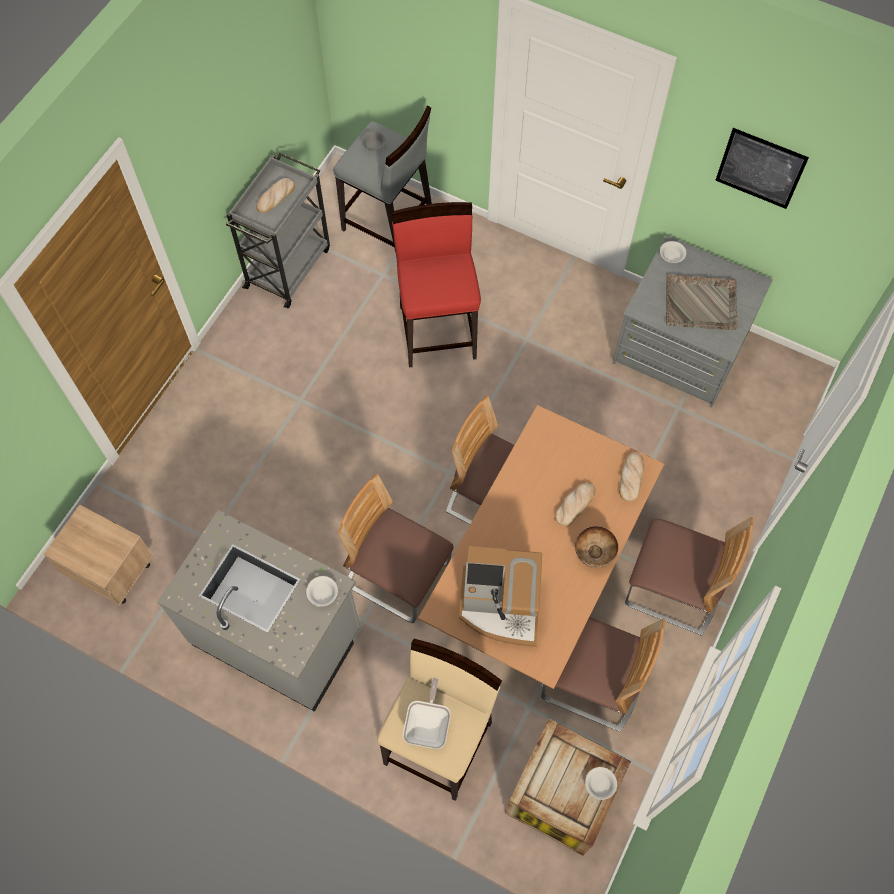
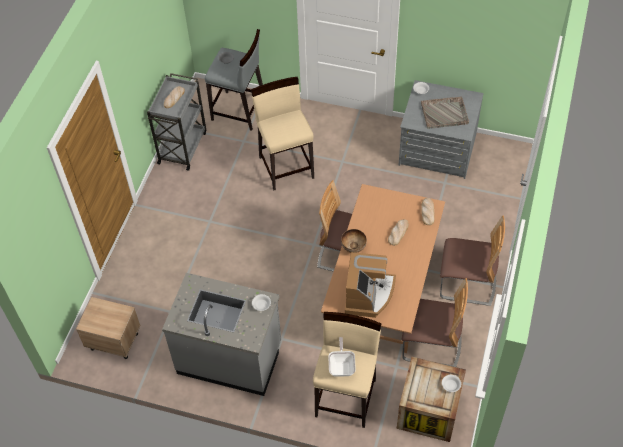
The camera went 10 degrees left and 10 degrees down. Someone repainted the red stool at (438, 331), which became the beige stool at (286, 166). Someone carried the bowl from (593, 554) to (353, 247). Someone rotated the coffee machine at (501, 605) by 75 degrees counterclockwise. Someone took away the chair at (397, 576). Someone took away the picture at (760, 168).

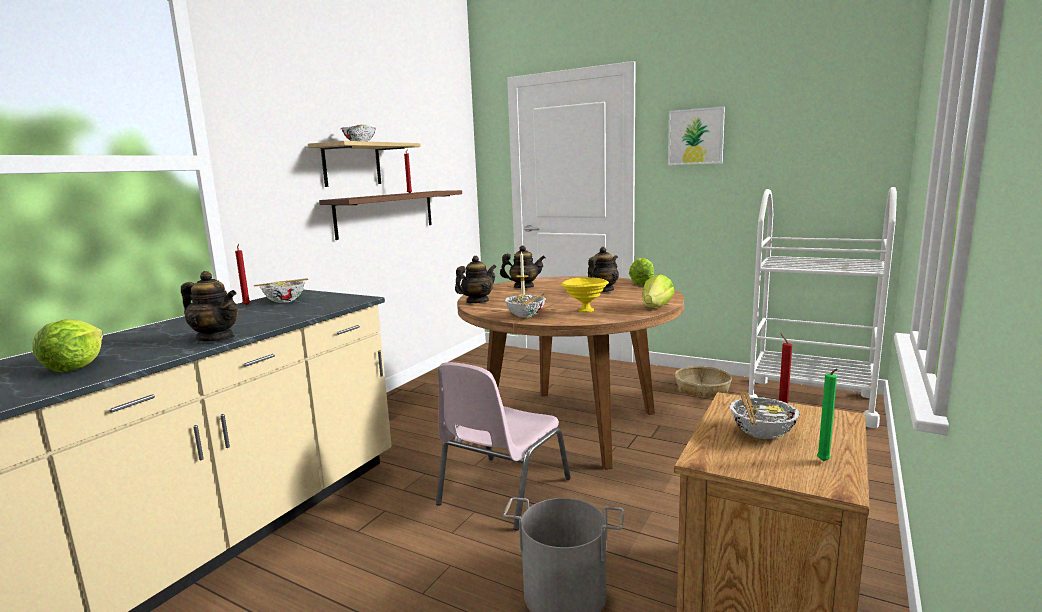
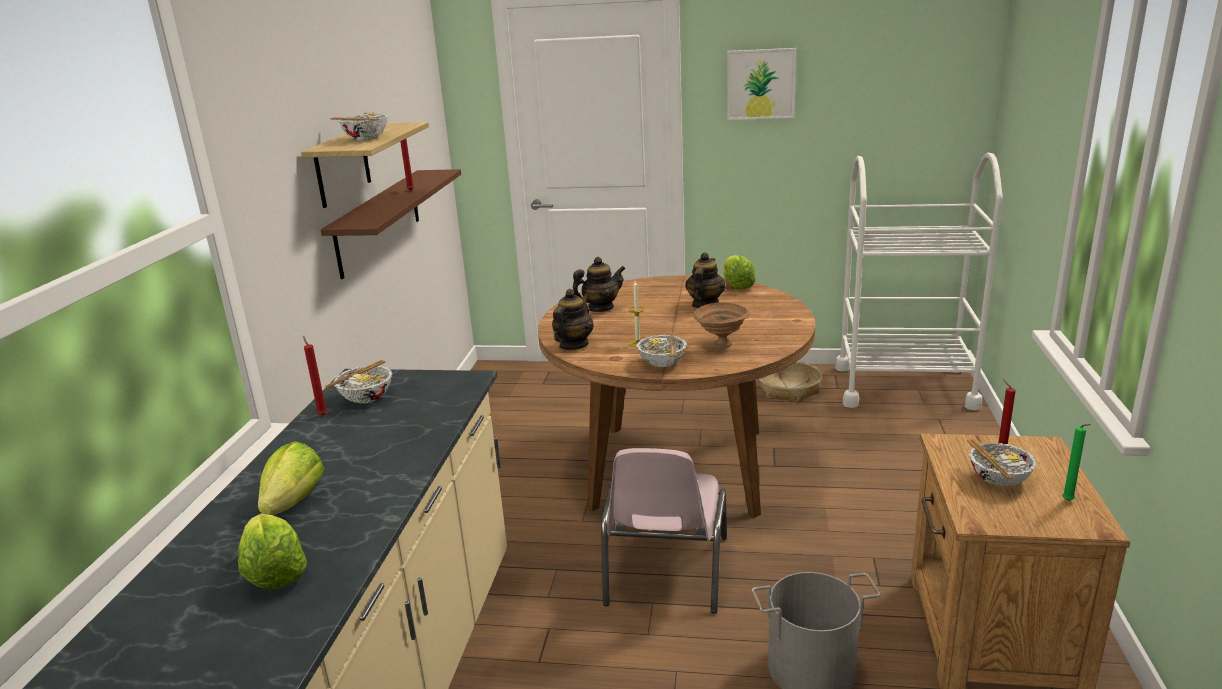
The camera went 20 degrees left and 10 degrees up. Someone carried the lettuce from (656, 307) to (294, 502). Someone repainted the yellow bowl at (584, 310), which became the brown bowl at (721, 345). Someone took away the teapot at (216, 338).

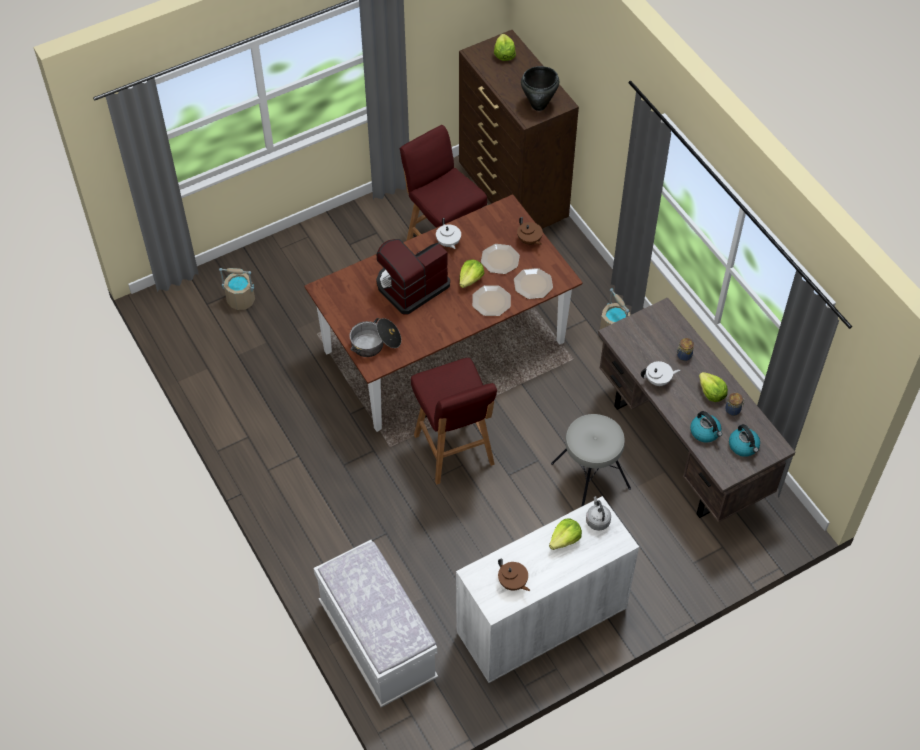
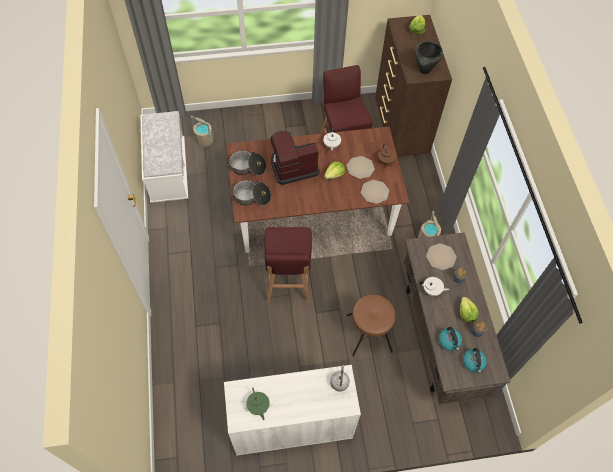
The camera went 20 degrees right and 5 degrees up. Someone carried the white bench from (377, 642) to (168, 171). Someone put down the cooking pot at (247, 168). Someone repainted the brown teapot at (512, 583), which became the green teapot at (258, 406). Someone repainted the grey stool at (590, 476), which became the brown stool at (368, 333). Someone carried the plate from (491, 301) to (440, 256). Someone took away the lettuce at (565, 540).

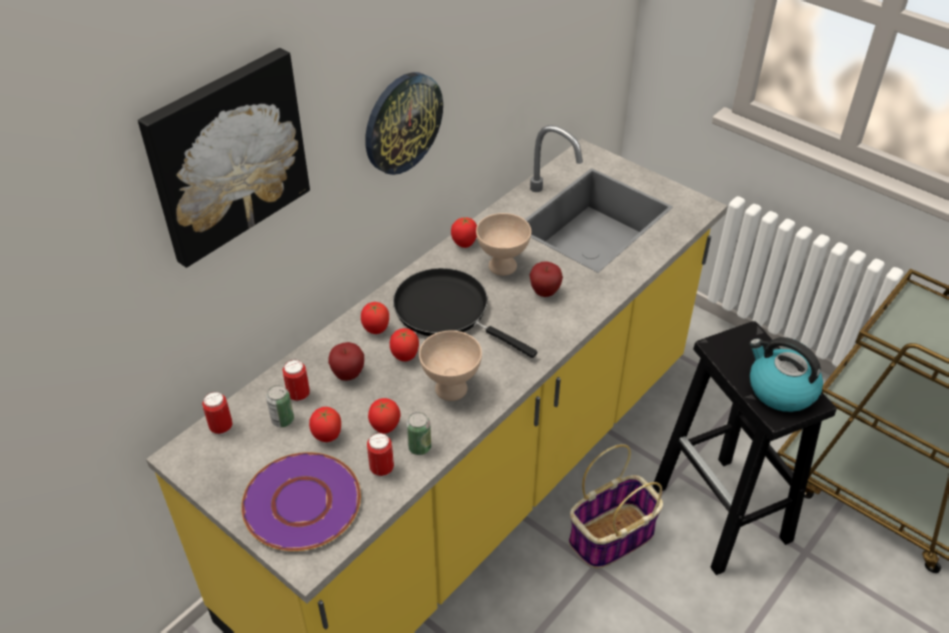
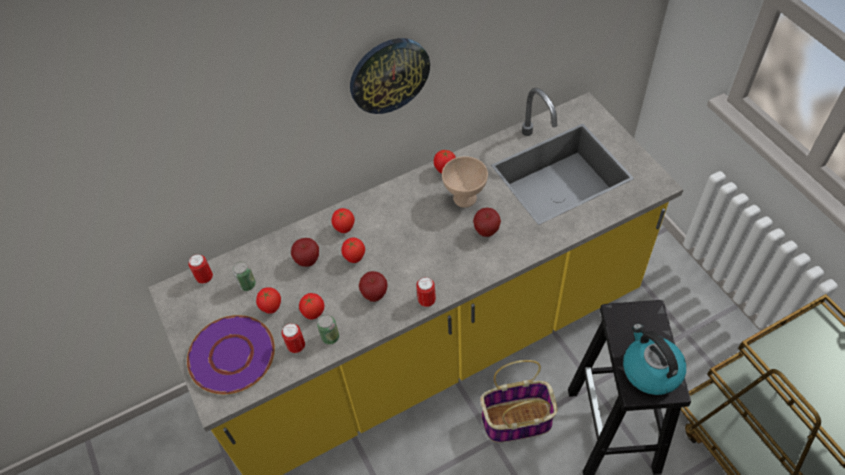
The camera went 25 degrees right and 10 degrees up. Someone swapped the beige bowl at (450, 388) for the apple at (374, 295). Someone carried the can from (299, 395) to (426, 301). Someone took away the picture at (226, 155). Someone took away the black frying pan at (447, 311).

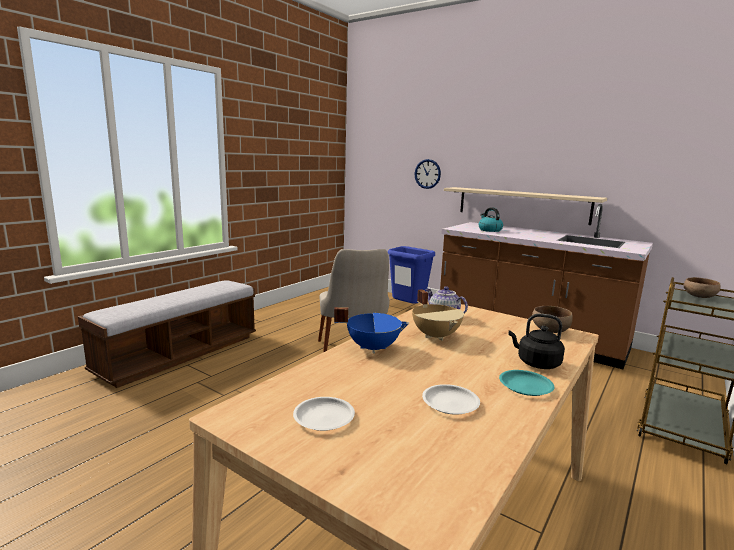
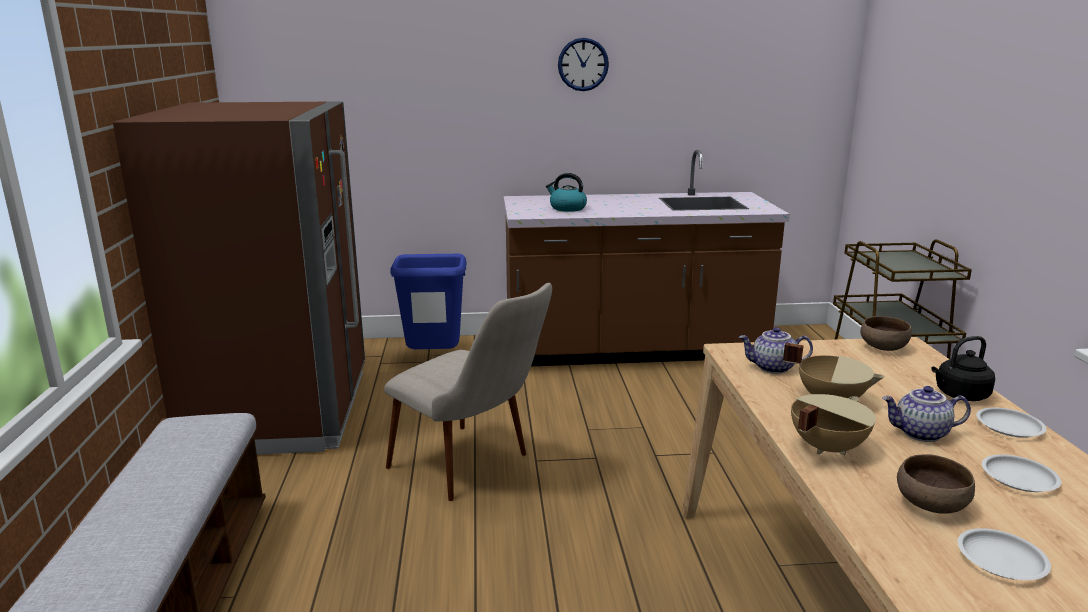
The camera went 40 degrees left and 5 degrees up. Someone put down the brown fridge at (281, 412). Someone carried the wall clock from (427, 174) to (583, 64). Someone repainted the blue cooking pot at (372, 347), which became the beige cooking pot at (825, 447). Someone put down the teapot at (921, 434). Someone carried the brown bowl from (699, 297) to (931, 506). Someone repainted the turquoise plate at (525, 386), which became the white plate at (1009, 427). Someone took away the beige shelf at (522, 205).

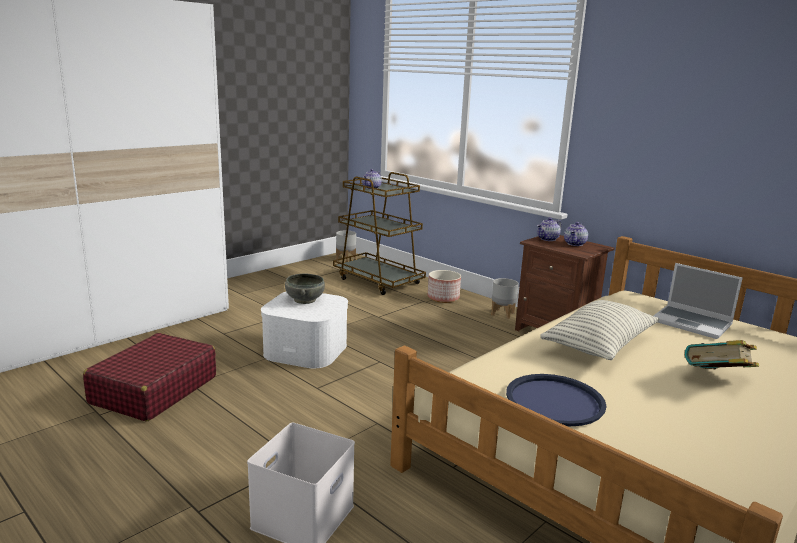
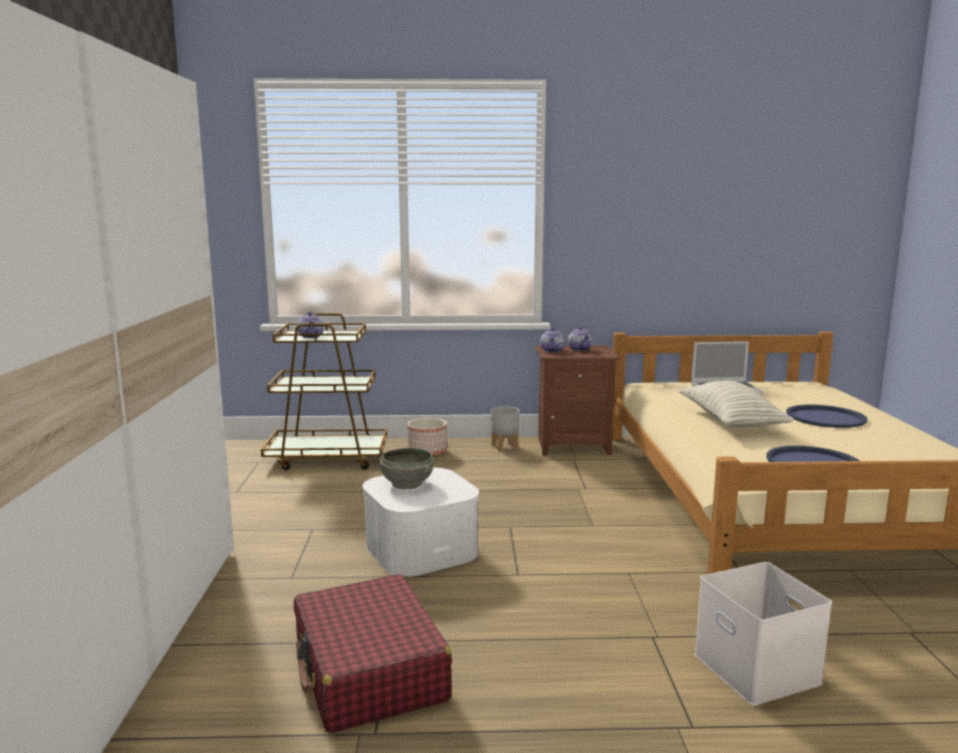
The camera went 45 degrees left and 5 degrees down. Someone swapped the book at (716, 380) for the blue tray at (825, 417). Someone took away the grey planter at (346, 259).

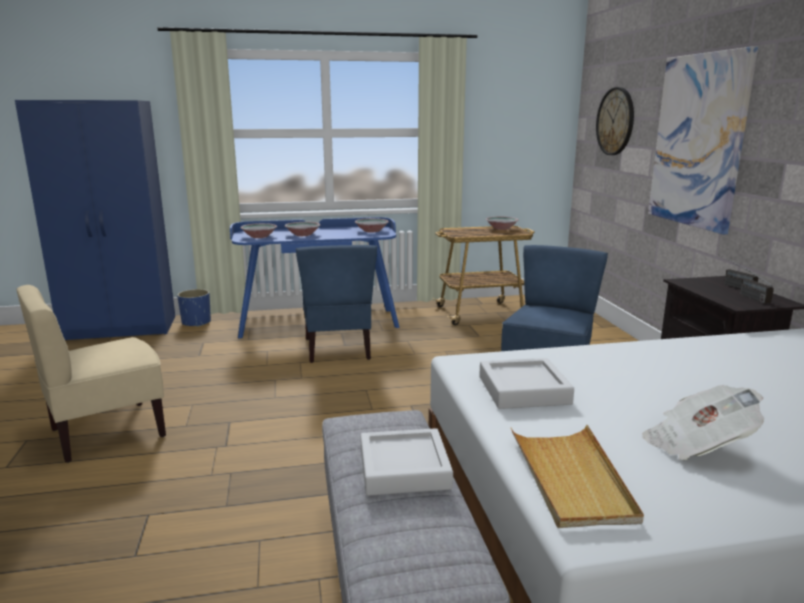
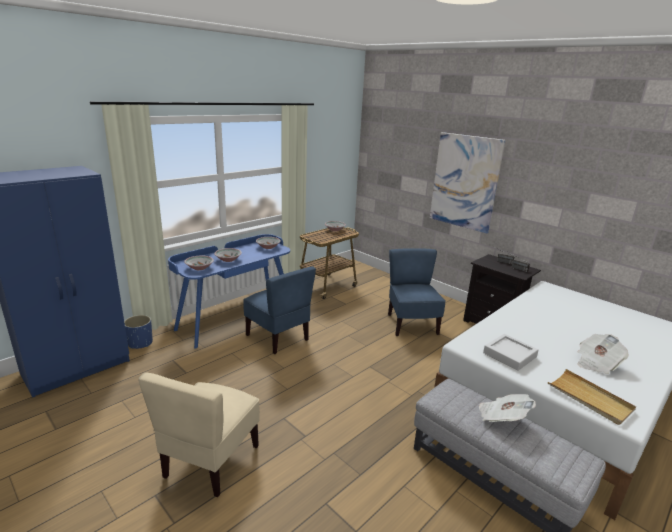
The camera went 35 degrees left and 5 degrees up. Someone swapped the grey tray at (404, 468) for the newspaper at (502, 417). Someone took away the wall clock at (615, 121).

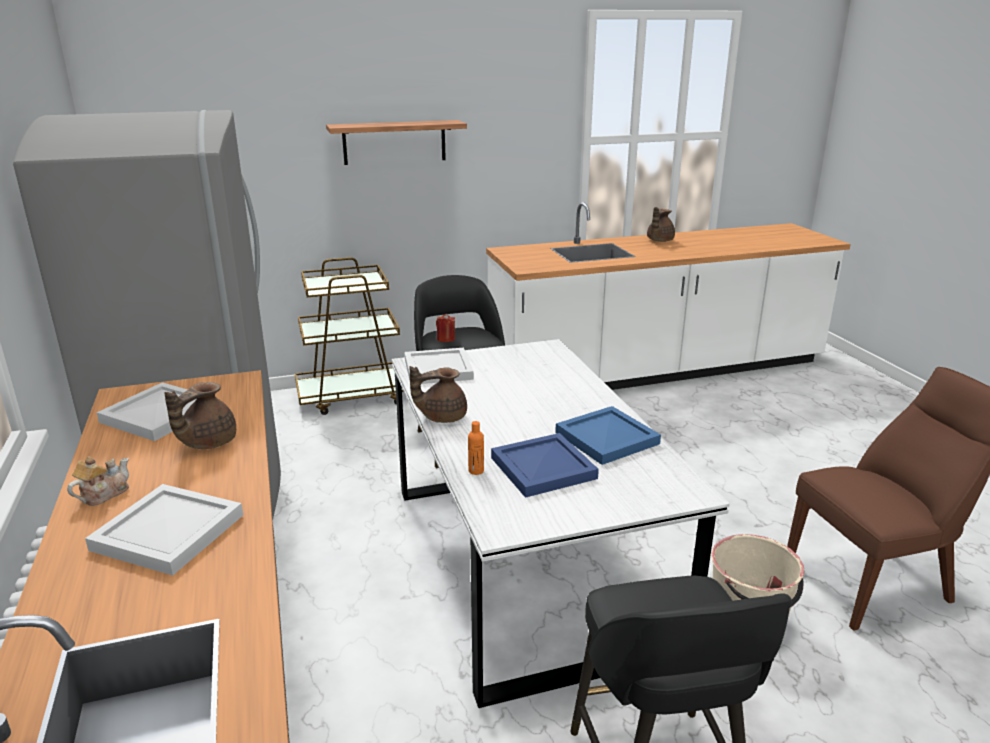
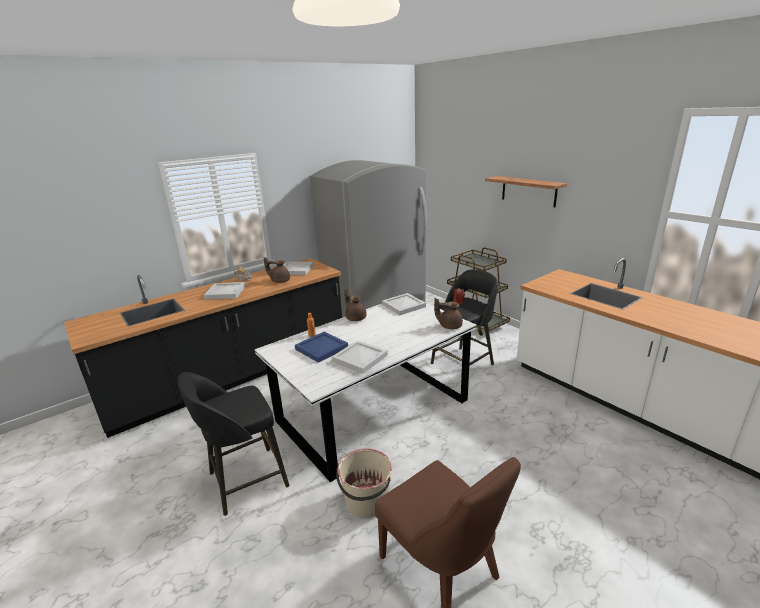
The camera went 70 degrees right and 0 degrees up. Someone repainted the blue tray at (606, 439), which became the white tray at (359, 358). Someone carried the brown teapot from (659, 240) to (449, 326).

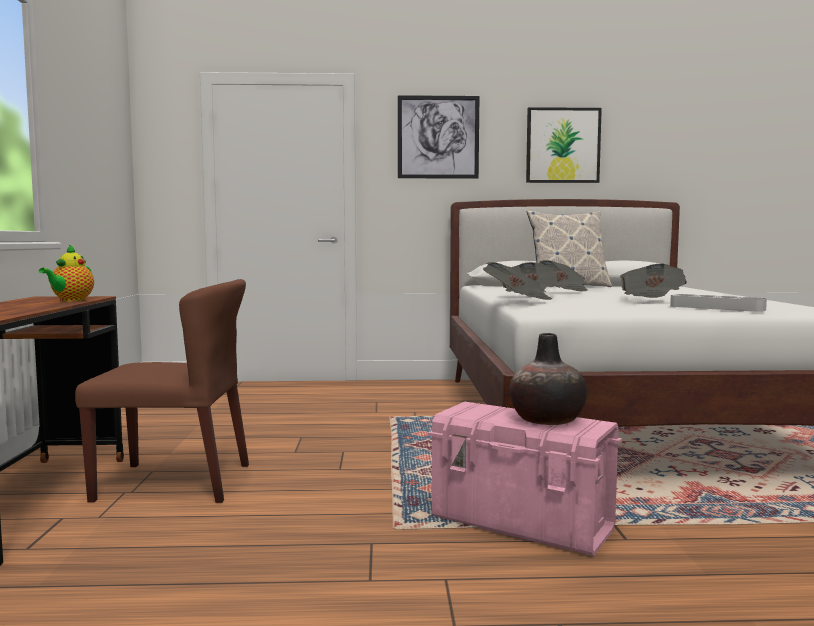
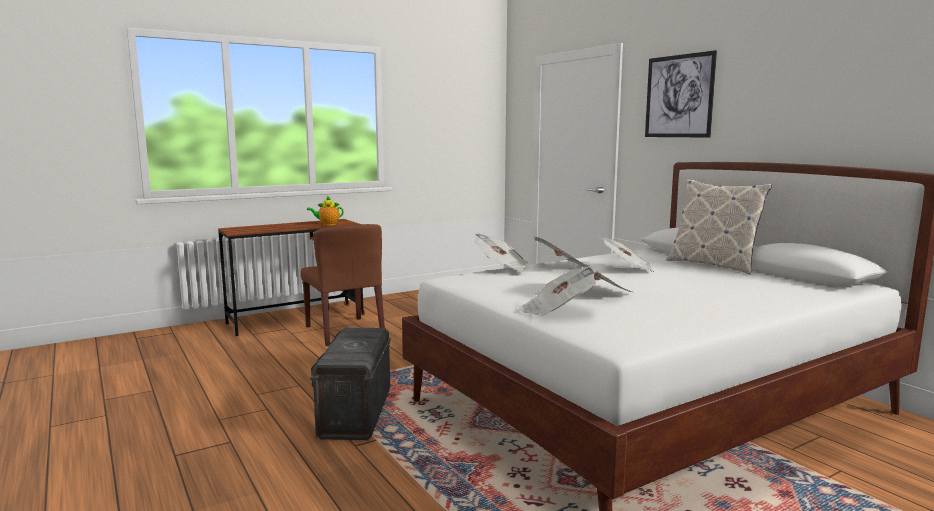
The camera went 60 degrees right and 5 degrees up. Someone repainted the pink storage box at (522, 524), which became the grey storage box at (355, 413). Someone swapped the grey tray at (716, 308) for the newspaper at (557, 311). Someone took away the vase at (547, 420). Someone took away the picture at (562, 145).

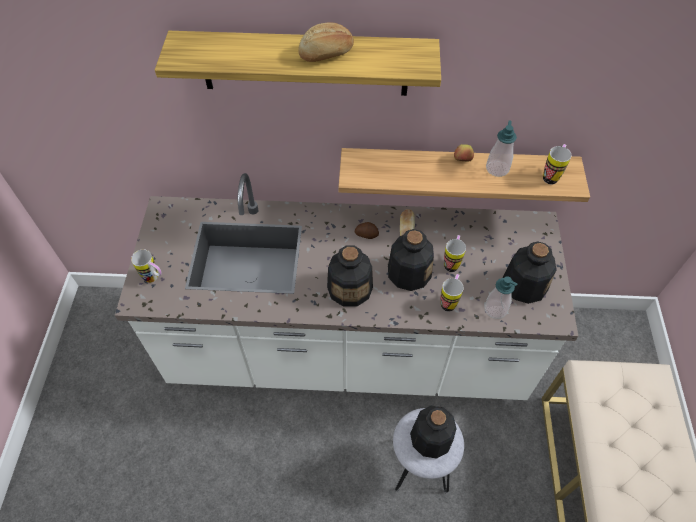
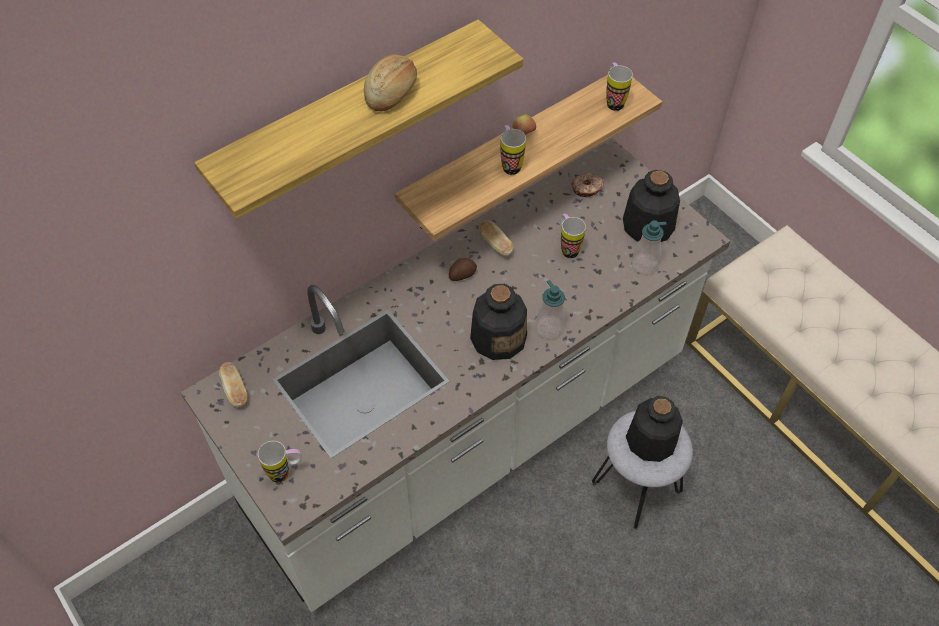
The camera went 40 degrees left and 0 degrees up. Someone put down the bread at (235, 390). Someone carried the mug from (449, 301) to (509, 163). Someone carried the soap dispenser from (497, 169) to (549, 328). Someone put down the donut at (587, 188). Someone took away the bottle at (408, 272).

